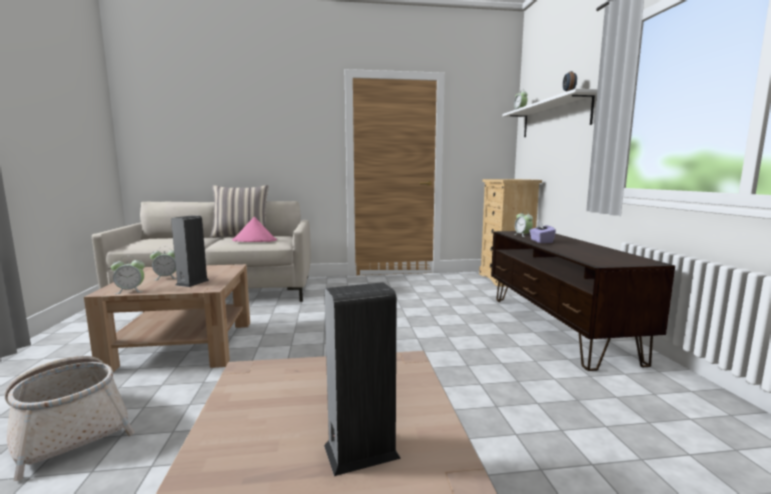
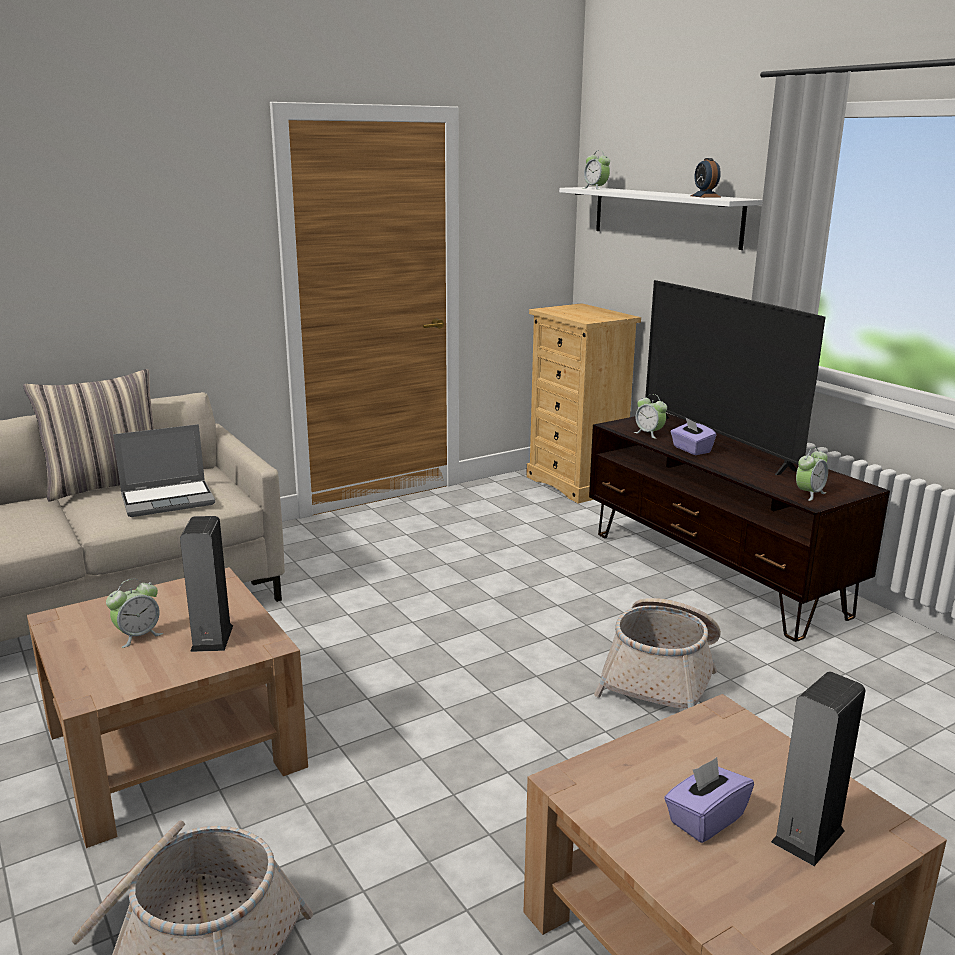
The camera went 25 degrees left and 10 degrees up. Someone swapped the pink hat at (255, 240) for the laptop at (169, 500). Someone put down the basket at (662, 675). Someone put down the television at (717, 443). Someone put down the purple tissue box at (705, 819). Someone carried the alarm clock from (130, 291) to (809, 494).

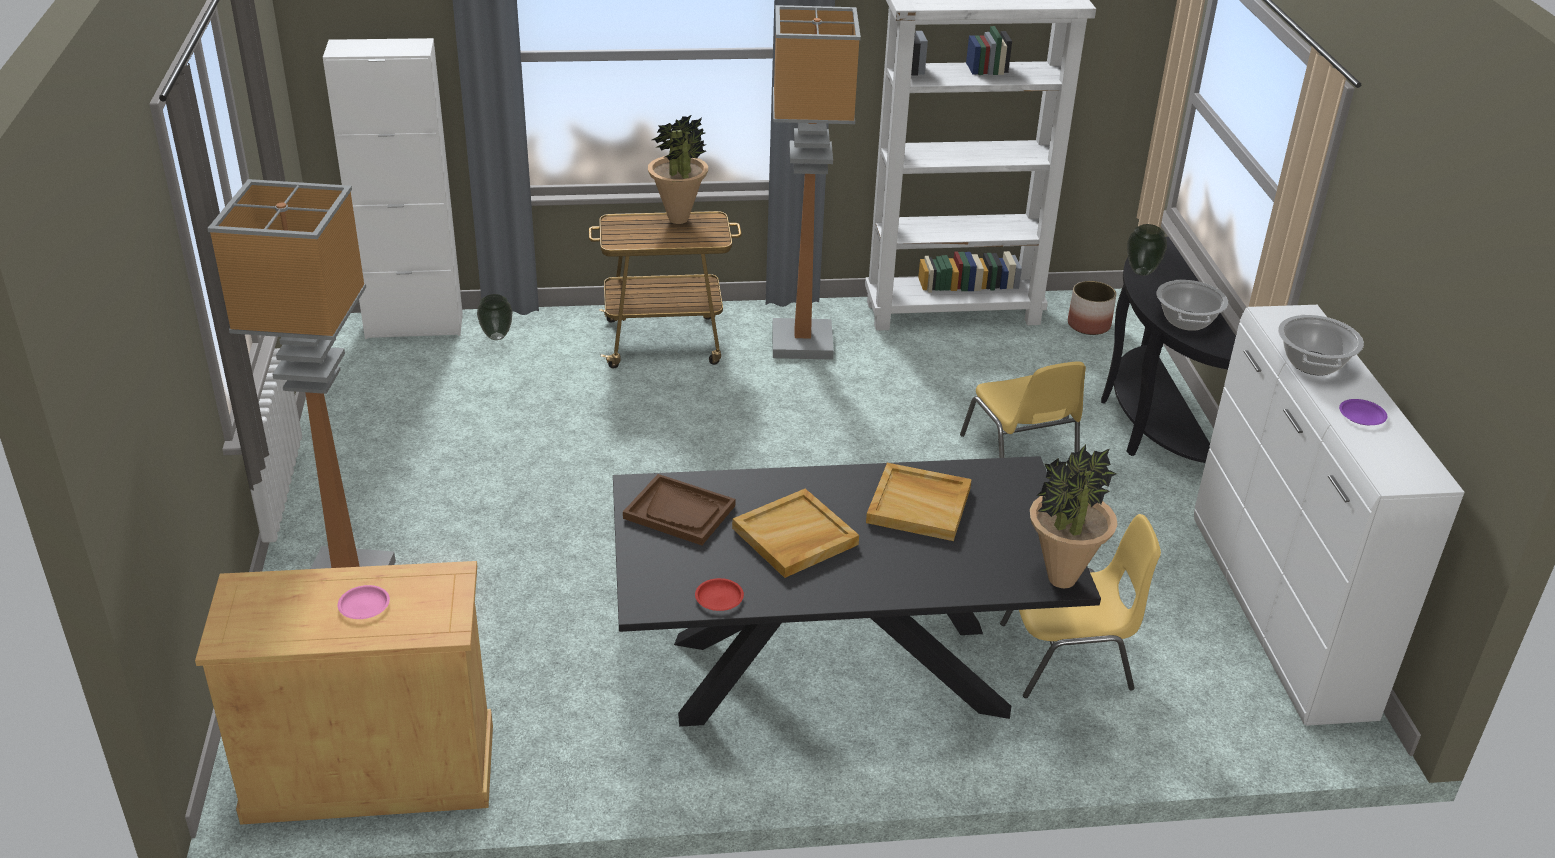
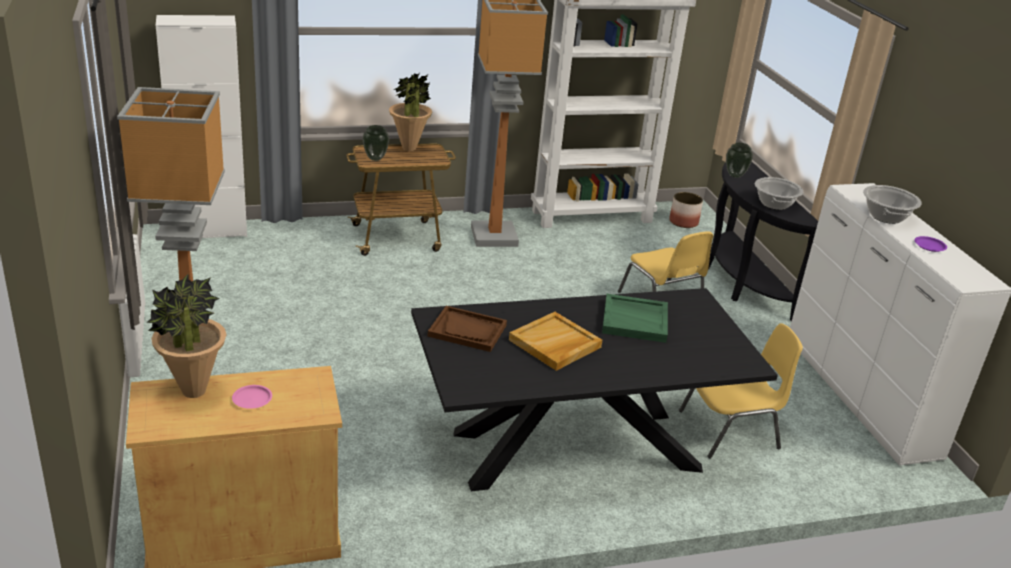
The camera went 10 degrees left and 5 degrees down. Someone carried the potted plant from (1061, 580) to (193, 391). Someone carried the vase from (496, 337) to (375, 159). Someone repainted the beige tray at (920, 505), which became the green tray at (635, 320). Someone took away the red plate at (719, 598).

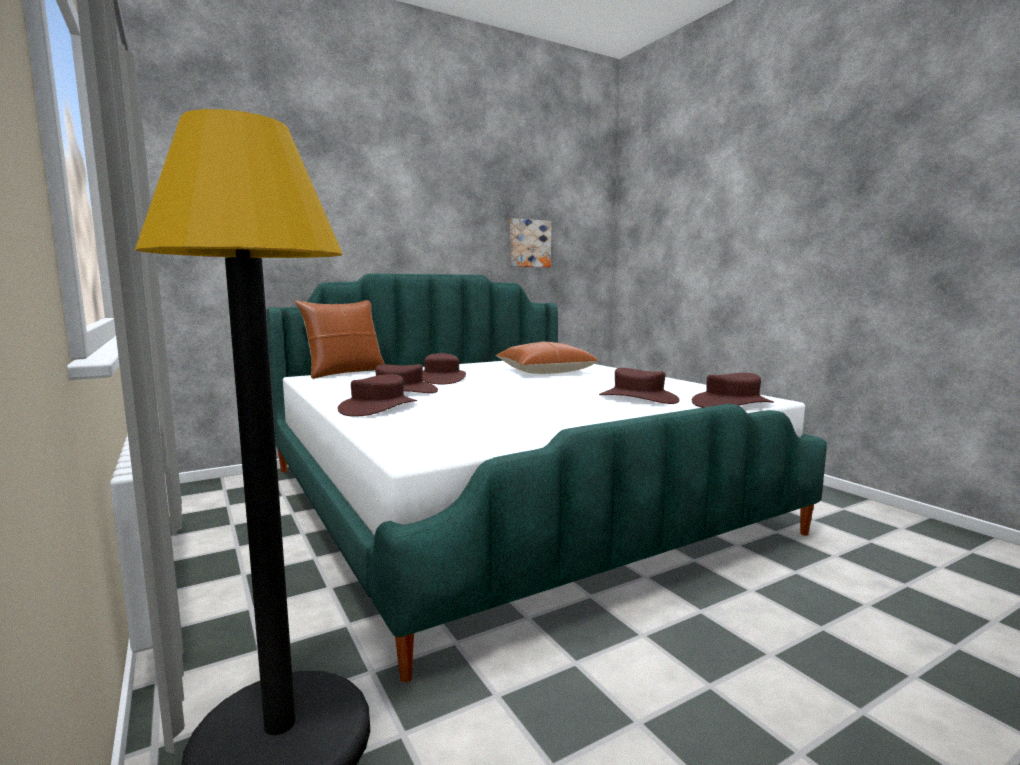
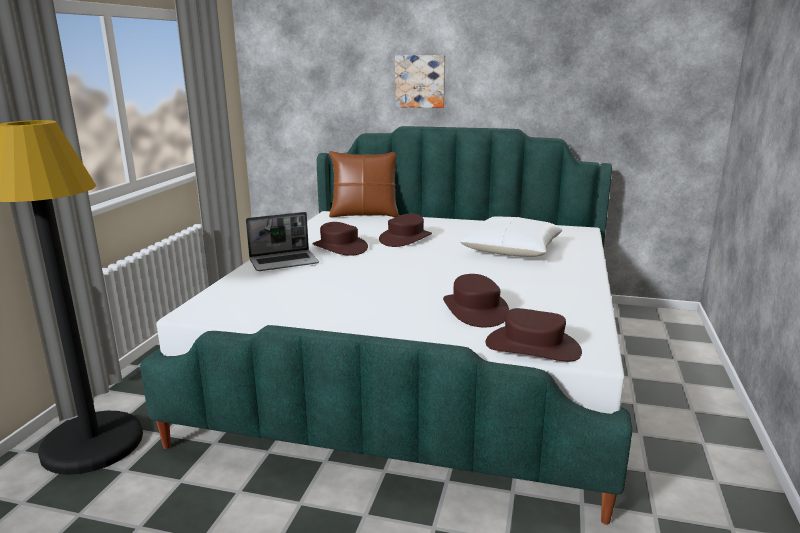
The camera went 45 degrees right and 10 degrees up. Someone swapped the brown hat at (378, 408) for the laptop at (284, 262). Someone carried the picture from (529, 243) to (420, 81). Someone repainted the brown pillow at (544, 371), which became the white pillow at (511, 249).

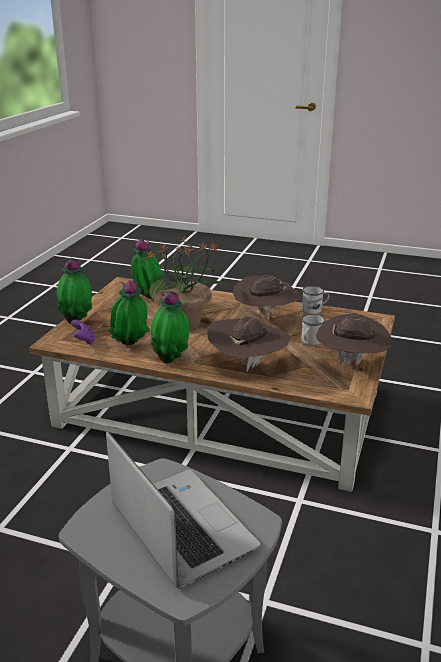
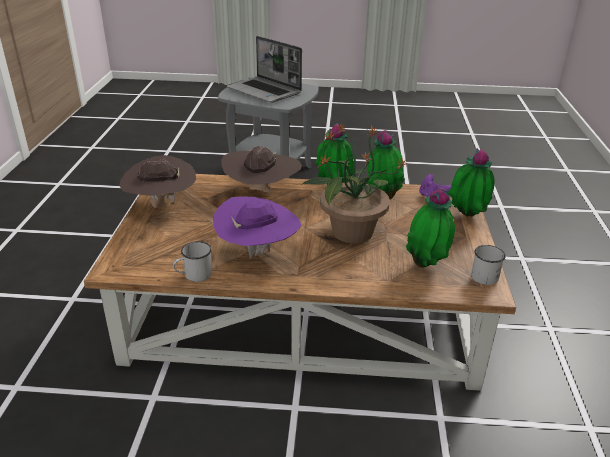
The camera went 165 degrees right and 5 degrees up. Someone repainted the brown hat at (265, 318), which became the purple hat at (257, 251). Someone carried the white mug from (310, 342) to (484, 274).

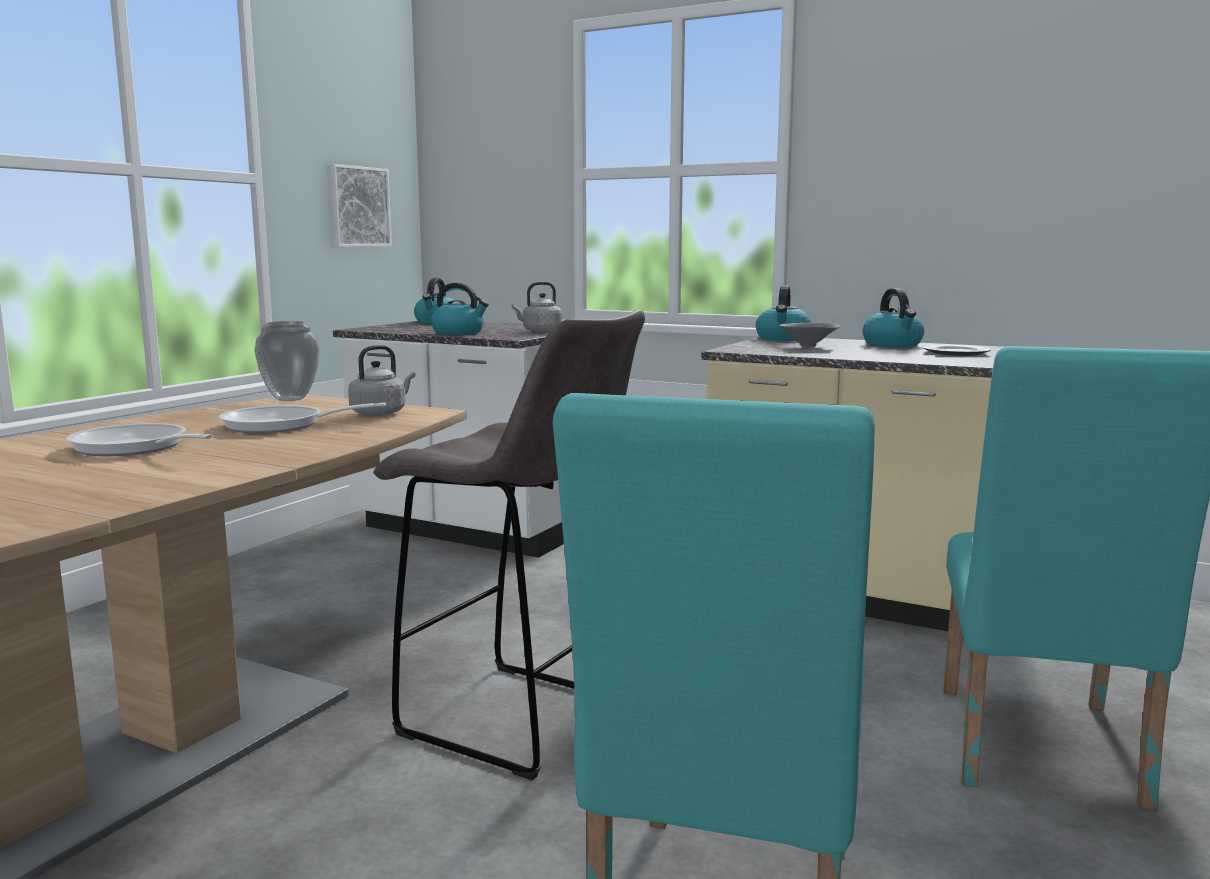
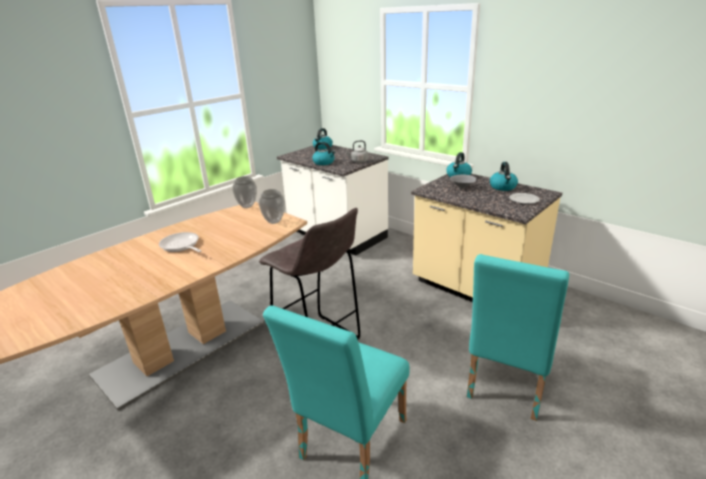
The camera went 15 degrees right and 15 degrees up. Someone swapped the grey kettle at (381, 413) for the vase at (274, 221). Someone took away the frying pan at (282, 426). Someone took away the picture at (356, 207).

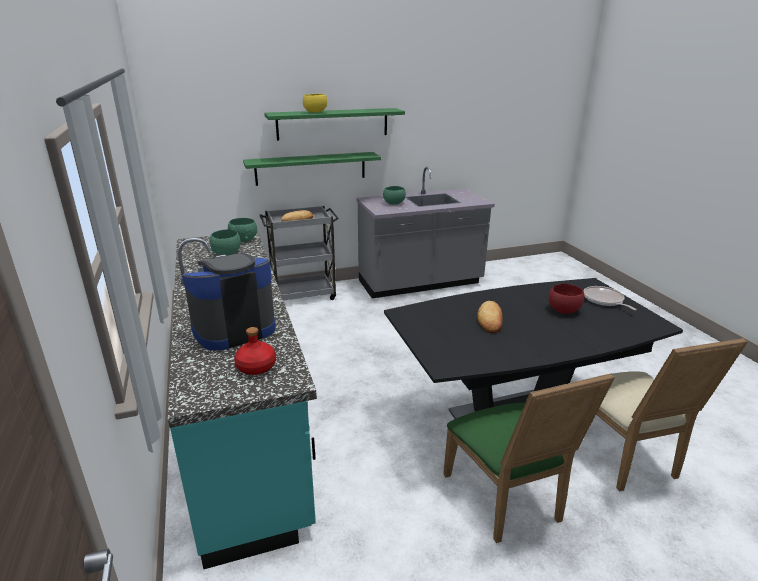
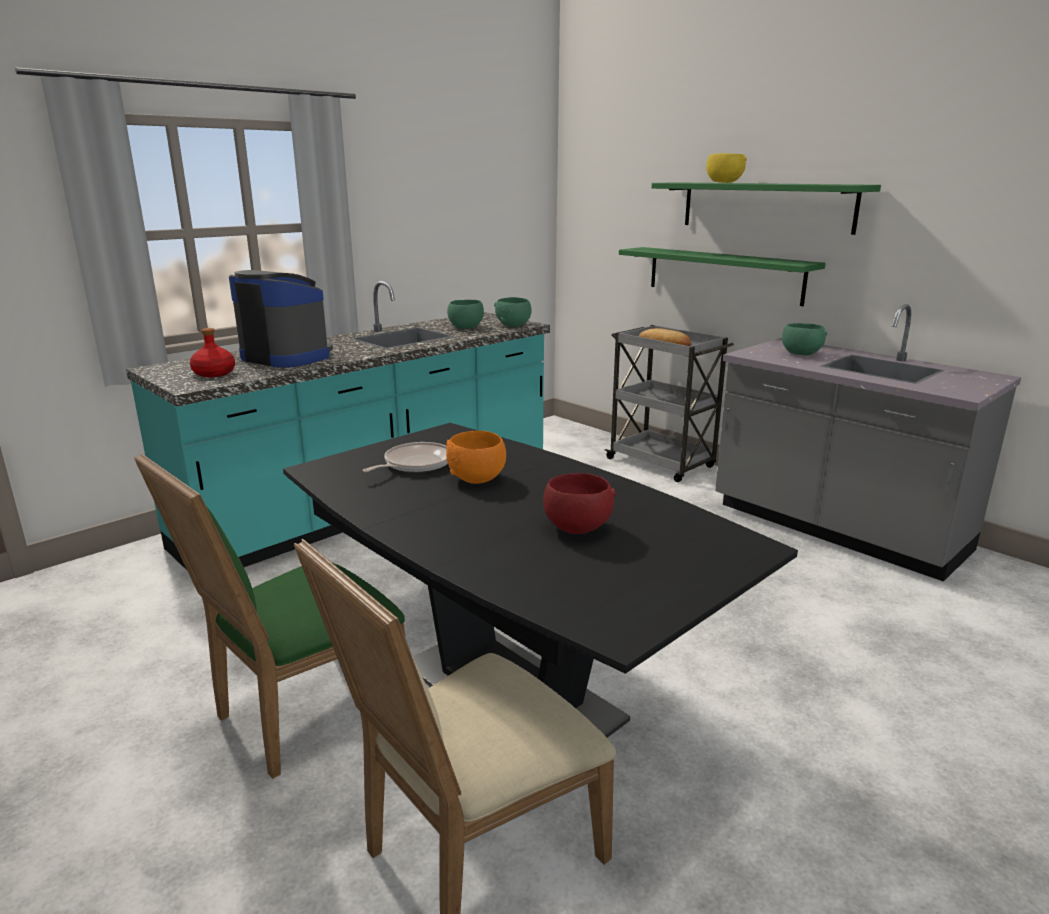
The camera went 65 degrees right and 5 degrees down. Someone carried the frying pan from (604, 300) to (415, 464). Someone swapped the bread at (490, 320) for the orange bowl at (477, 479).

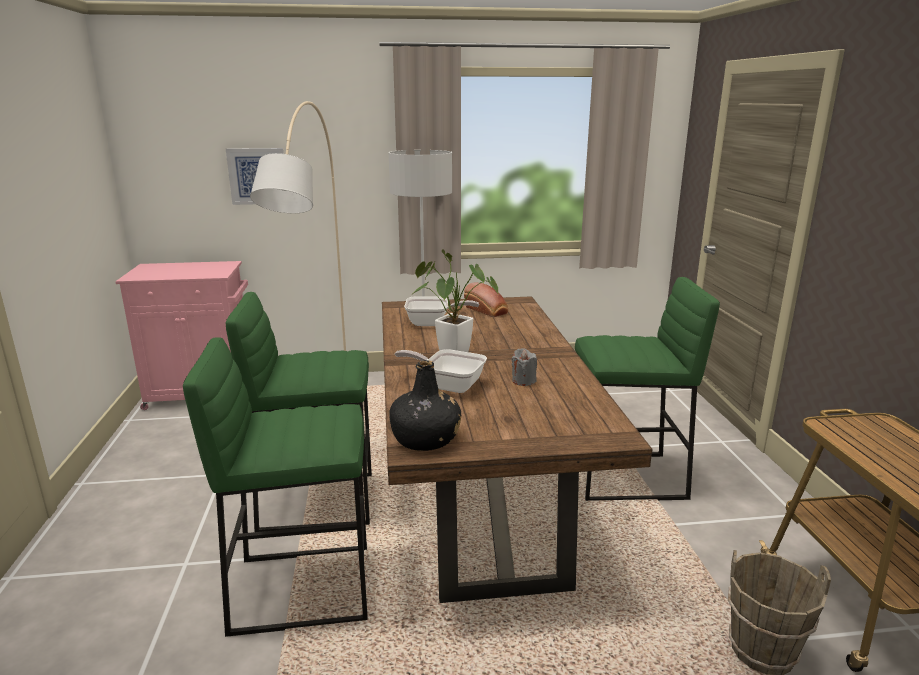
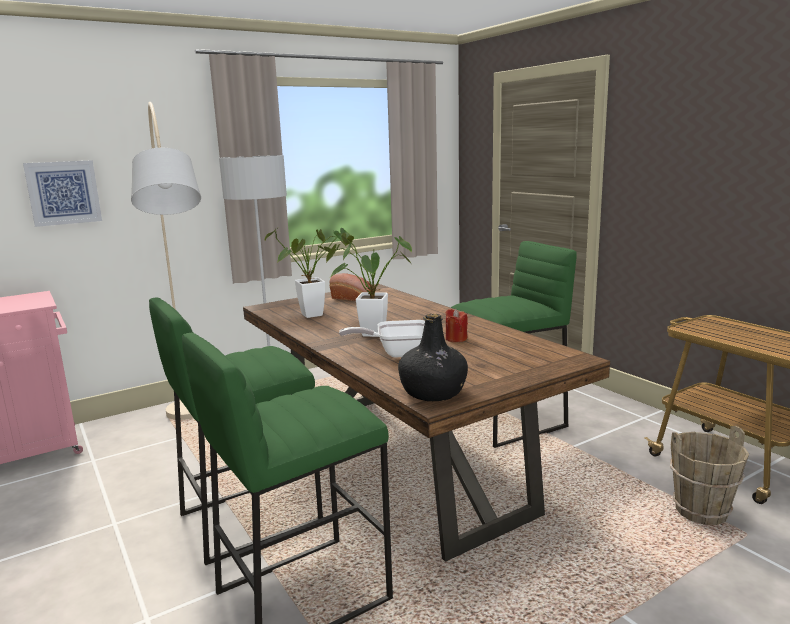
The camera went 25 degrees left and 5 degrees down. Someone swapped the frying pan at (432, 323) for the potted plant at (317, 314). Someone repainted the grey candle at (523, 381), which became the red candle at (456, 339).

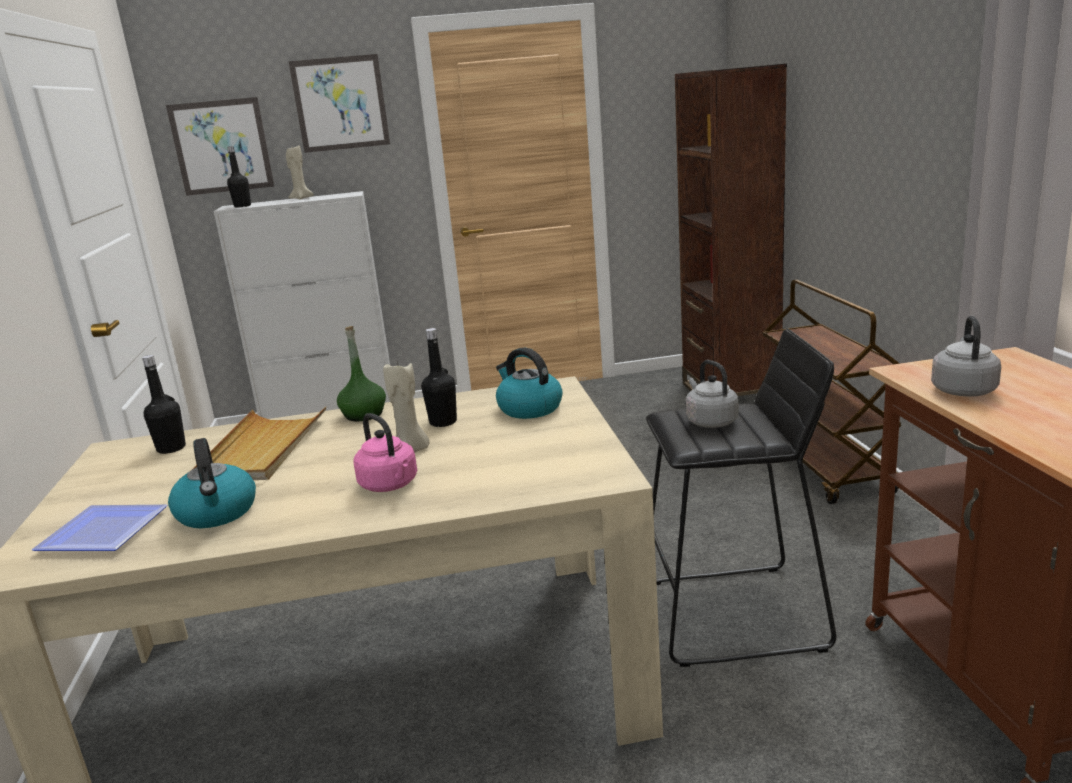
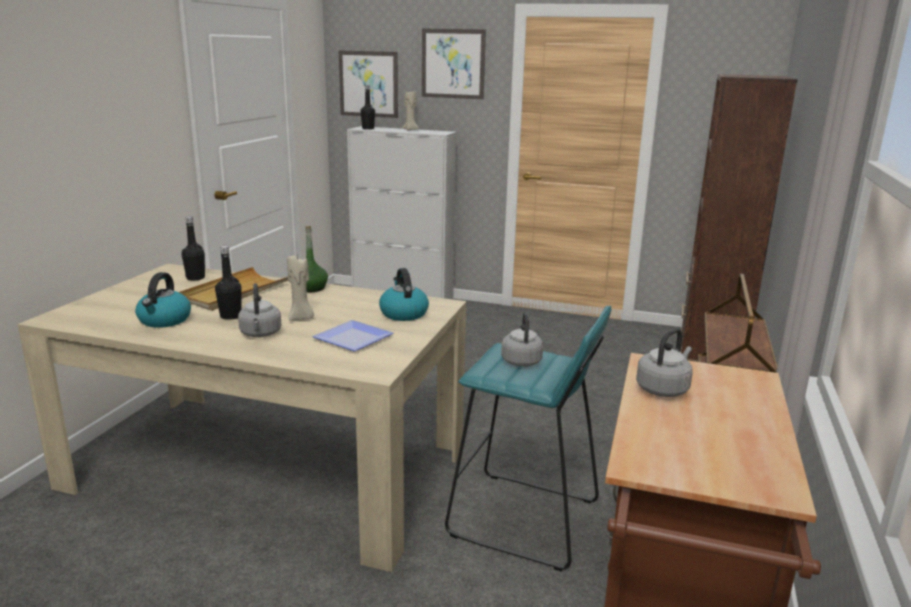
The camera went 25 degrees right and 0 degrees up. Someone carried the black bottle from (443, 422) to (230, 316). Someone repainted the pink kettle at (390, 485), which became the grey kettle at (260, 334). Someone carried the plate from (105, 534) to (353, 340). Someone repainted the black stool at (735, 614), which became the turquoise stool at (524, 519).

